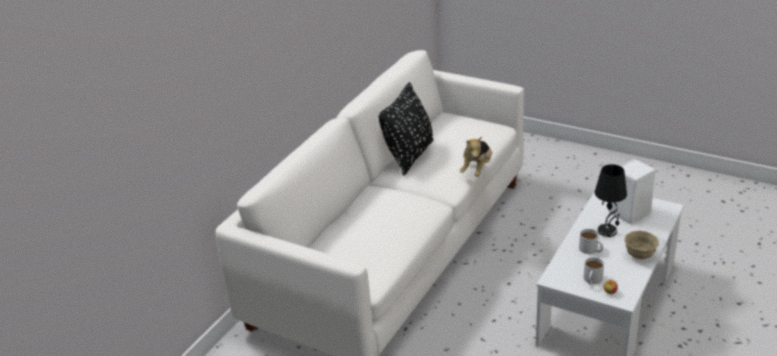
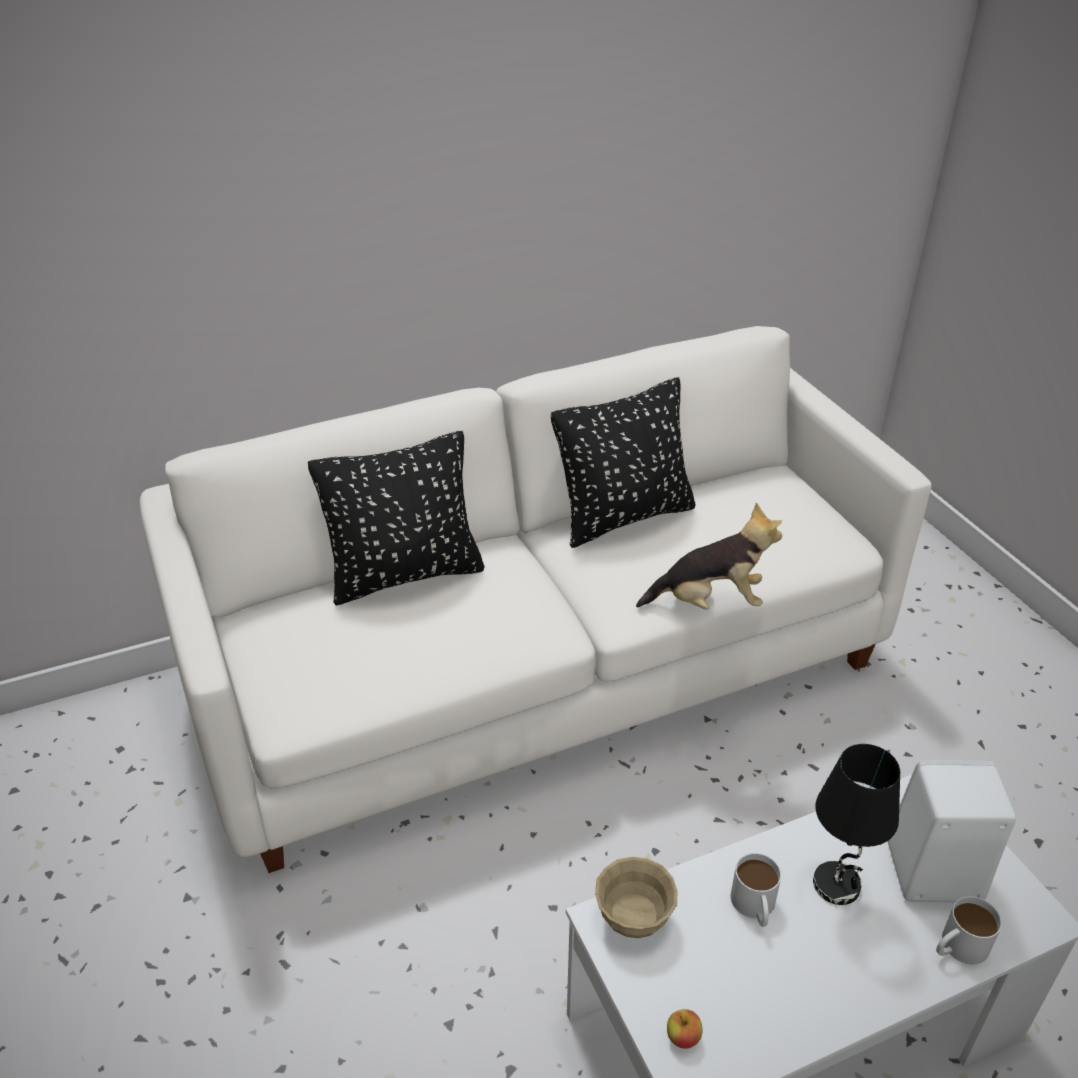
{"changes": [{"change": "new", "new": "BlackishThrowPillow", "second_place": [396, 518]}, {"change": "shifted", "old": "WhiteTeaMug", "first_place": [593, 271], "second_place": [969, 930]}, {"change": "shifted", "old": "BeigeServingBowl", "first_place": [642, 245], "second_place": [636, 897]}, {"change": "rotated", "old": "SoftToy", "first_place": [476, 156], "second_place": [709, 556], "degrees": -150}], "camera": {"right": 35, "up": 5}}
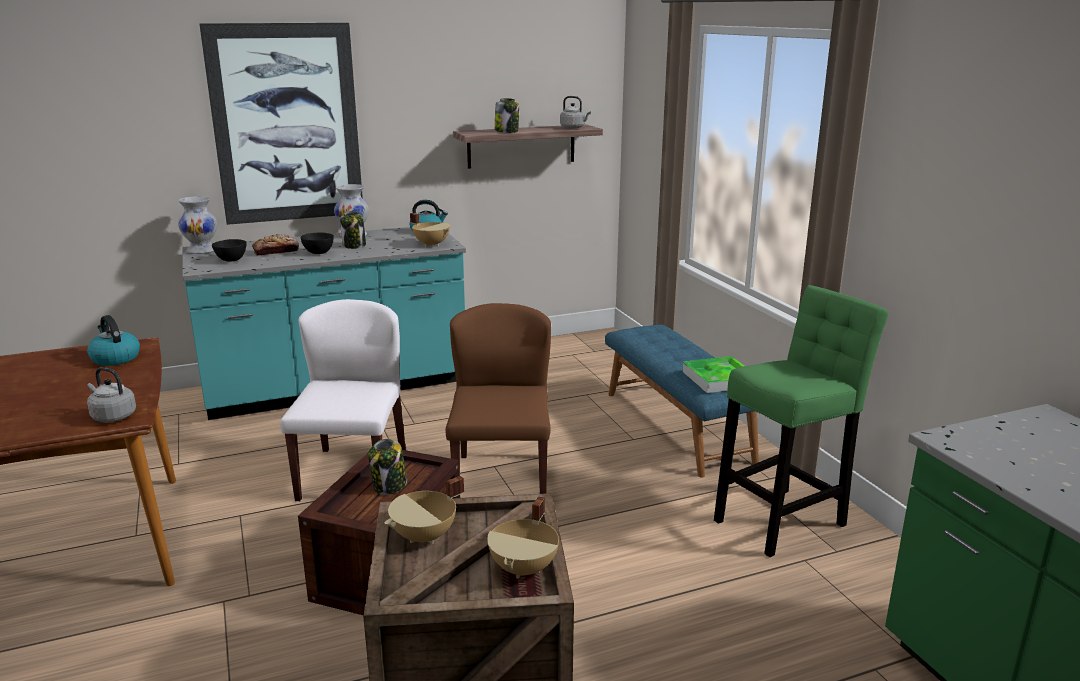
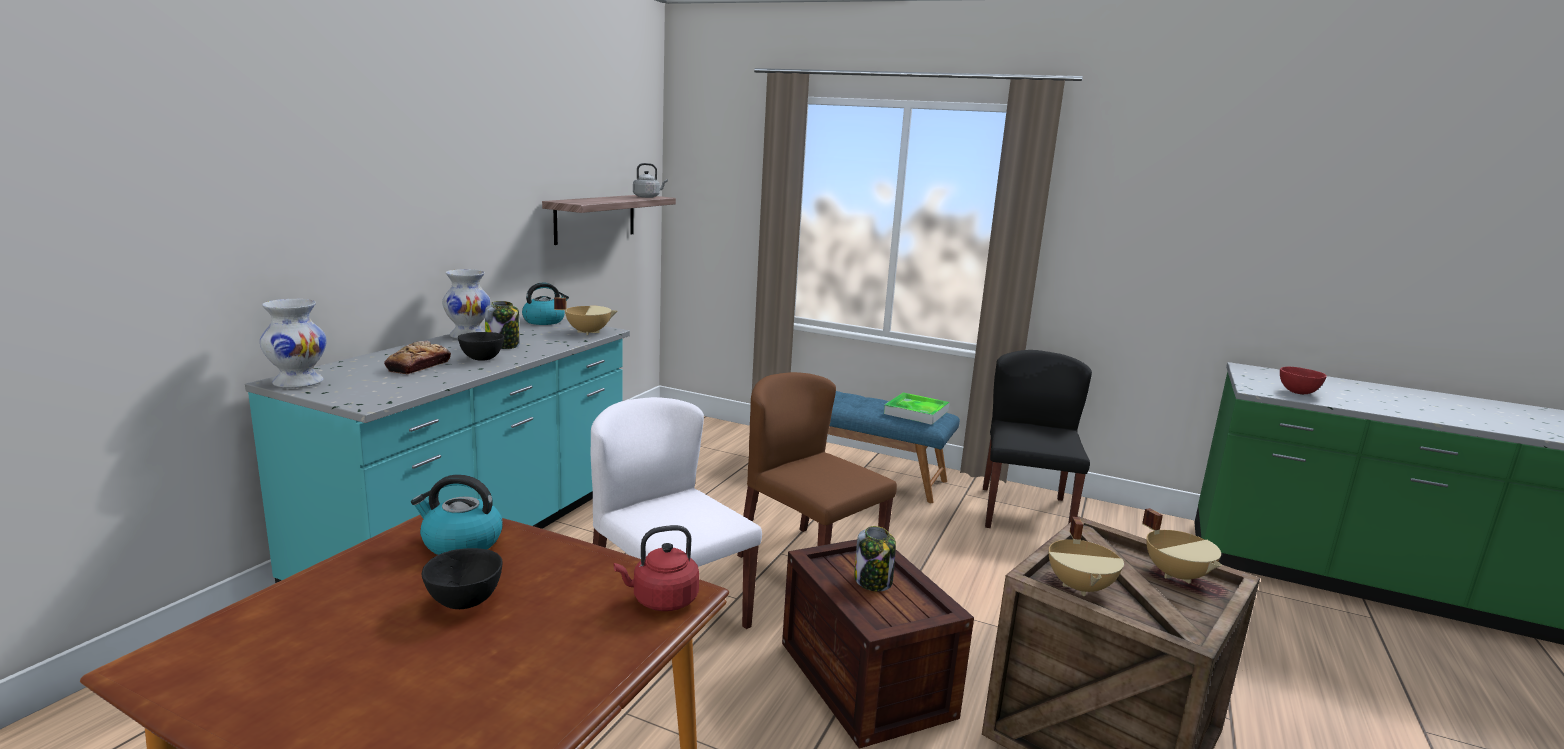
{"changes": [{"change": "gone", "old": "WallPicture", "first_place": [281, 124]}, {"change": "gone", "old": "Jar", "first_place": [507, 115]}, {"change": "new", "new": "RedColouredServingBowl", "second_place": [1303, 380]}, {"change": "shifted", "old": "BlackishServingBowl", "first_place": [229, 250], "second_place": [462, 578]}, {"change": "swapped", "old": "GreenColouredStoolSeat", "new": "BlackishUprightChair", "first_place": [801, 421], "second_place": [1037, 439]}, {"change": "repainted", "old": "GrayKettle", "new": "RedColouredKettle", "first_place": [111, 394], "second_place": [656, 568]}], "camera": {"right": -45, "up": -5}}
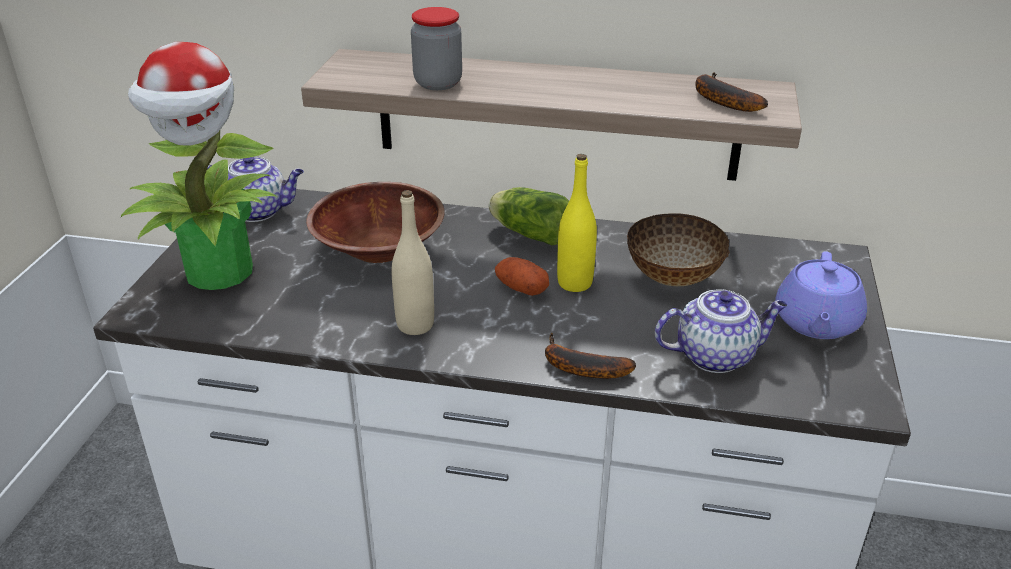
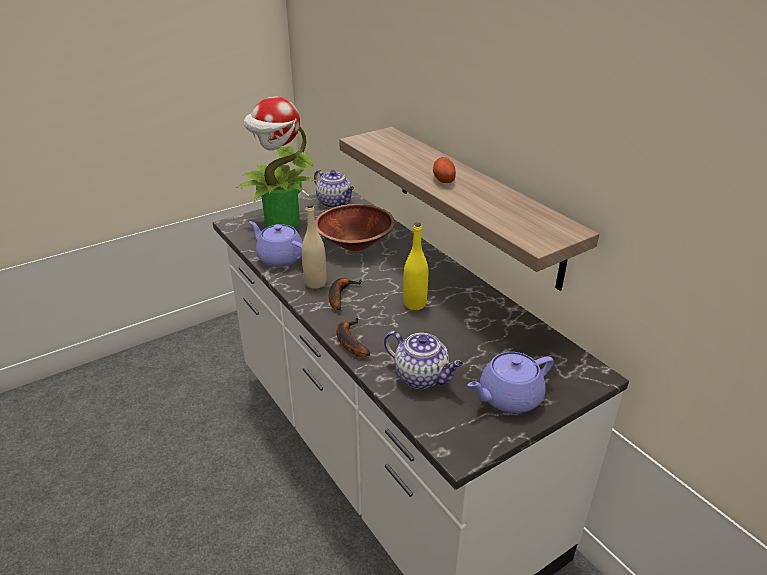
{"changes": [{"change": "gone", "old": "Jar", "first_place": [436, 48]}, {"change": "gone", "old": "LettuceHead", "first_place": [528, 216]}, {"change": "gone", "old": "ServingBowl", "first_place": [678, 249]}, {"change": "new", "new": "PurpleColouredPotForTea", "second_place": [276, 244]}, {"change": "shifted", "old": "Potato", "first_place": [522, 276], "second_place": [444, 170]}, {"change": "shifted", "old": "BananaFruit", "first_place": [731, 92], "second_place": [345, 294]}], "camera": {"right": 45, "up": 0}}
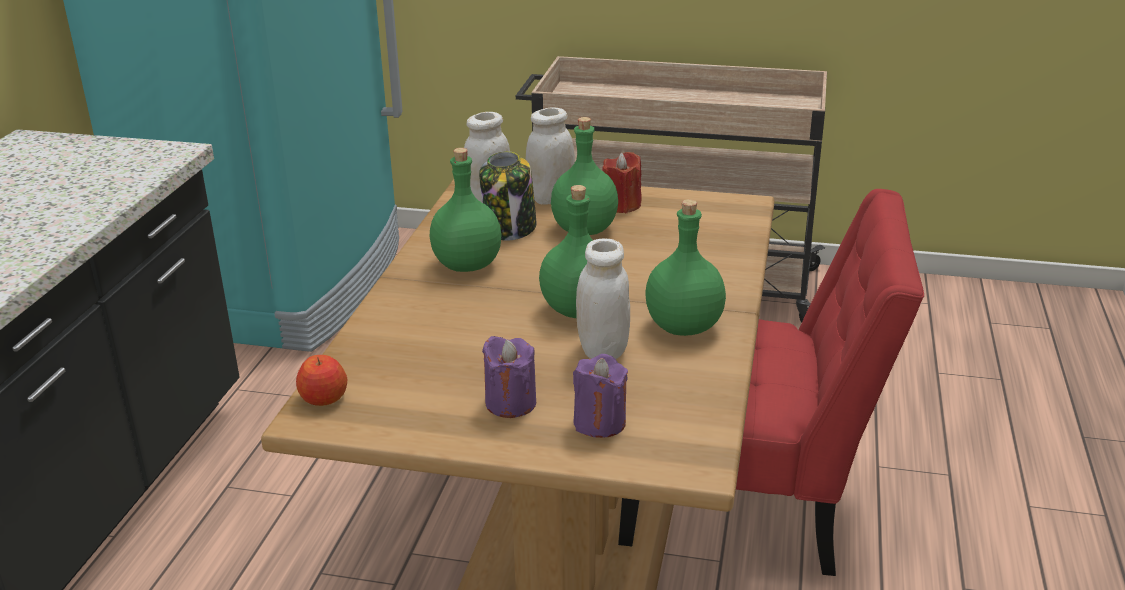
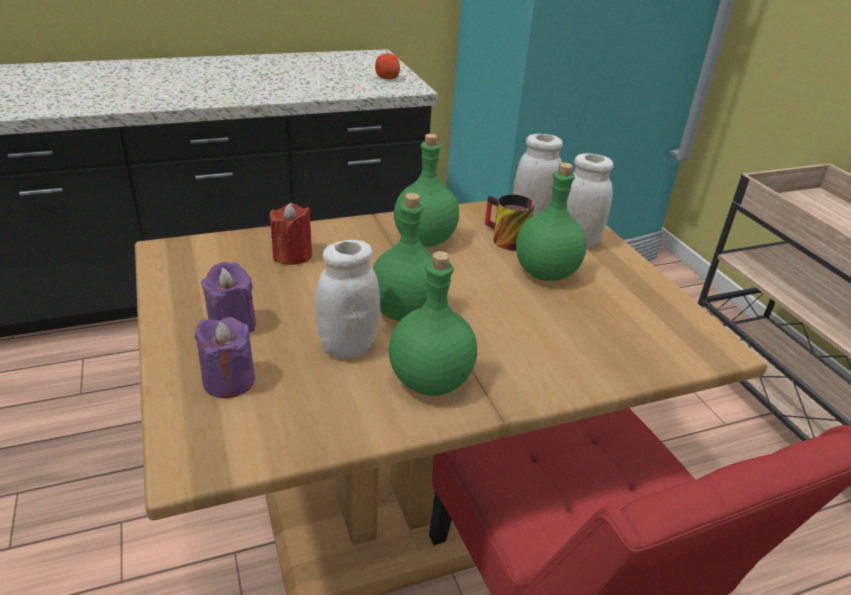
{"changes": [{"change": "shifted", "old": "WholeApple", "first_place": [321, 380], "second_place": [387, 66]}, {"change": "shifted", "old": "RedColouredWaxCandle", "first_place": [622, 182], "second_place": [291, 234]}, {"change": "swapped", "old": "Jar", "new": "TeaMug", "first_place": [507, 196], "second_place": [509, 222]}], "camera": {"right": 55, "up": 5}}
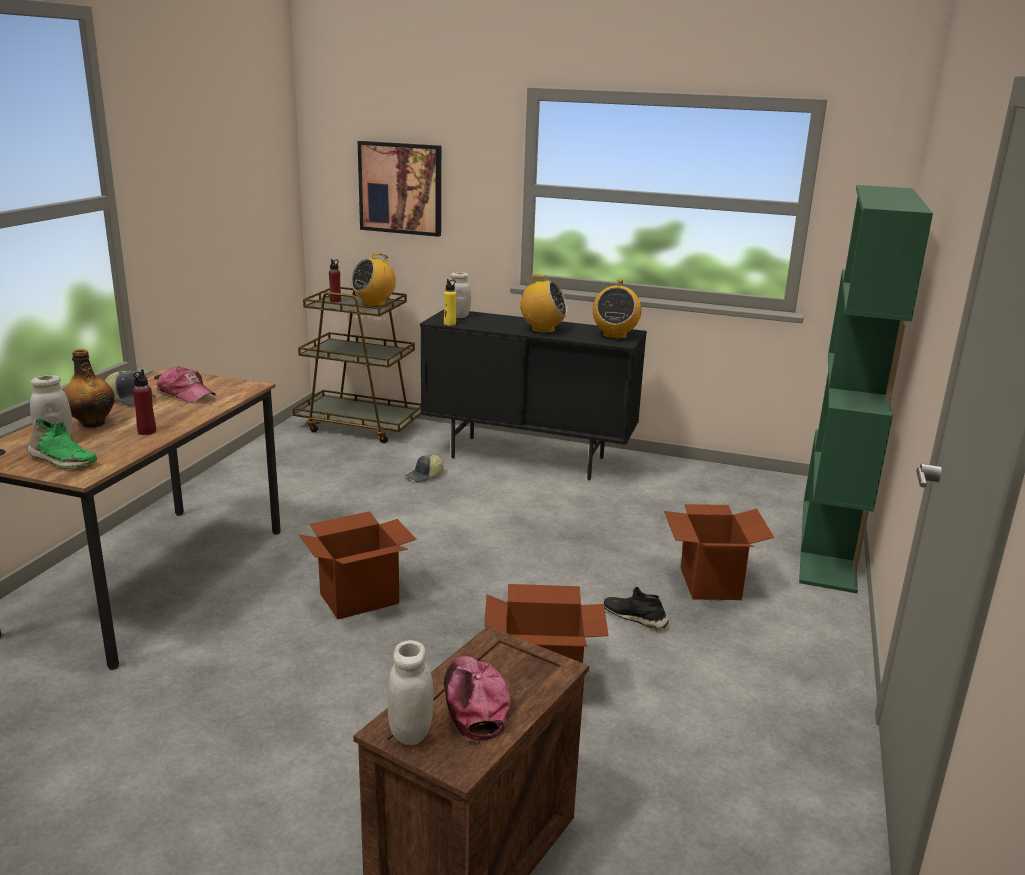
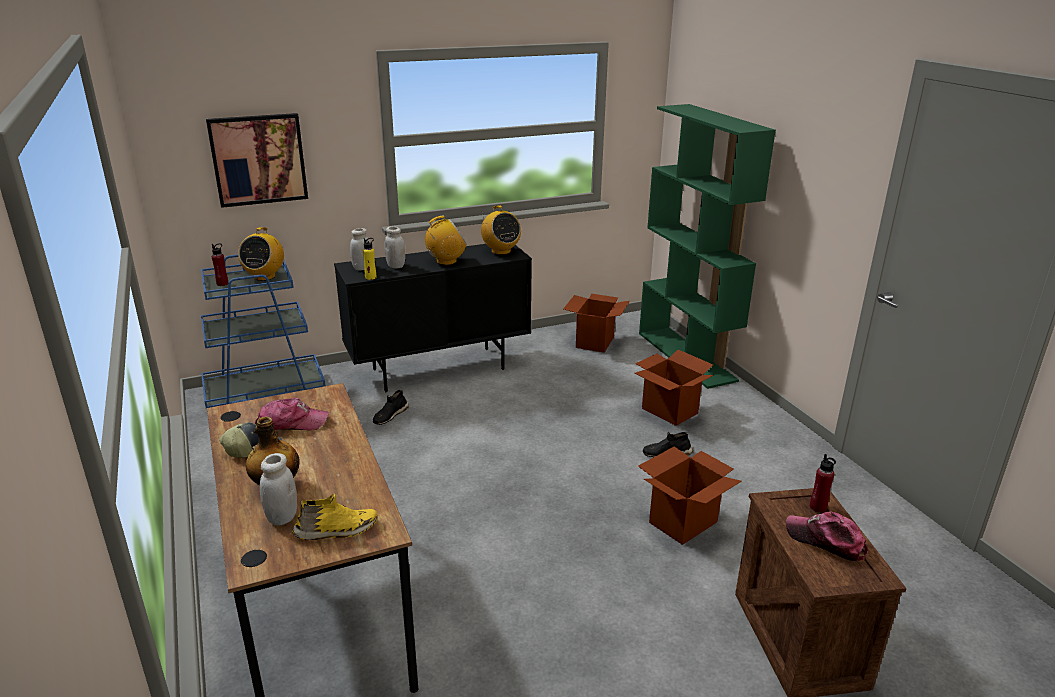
{"changes": [{"change": "shifted", "old": "RedColouredBottle", "first_place": [144, 402], "second_place": [823, 483]}, {"change": "shifted", "old": "PackingBox", "first_place": [358, 565], "second_place": [596, 323]}, {"change": "shifted", "old": "WhiteJar", "first_place": [411, 692], "second_place": [395, 247]}, {"change": "swapped", "old": "PeakedCap", "new": "BlackishLowShoe", "first_place": [424, 468], "second_place": [391, 407]}, {"change": "repainted", "old": "GreenColouredLowShoe", "new": "YellowColouredLowShoe", "first_place": [62, 443], "second_place": [334, 516]}, {"change": "repainted", "old": "BrownColouredTrolley", "new": "BlueTrolley", "first_place": [357, 365], "second_place": [263, 331]}], "camera": {"right": -40, "up": 5}}
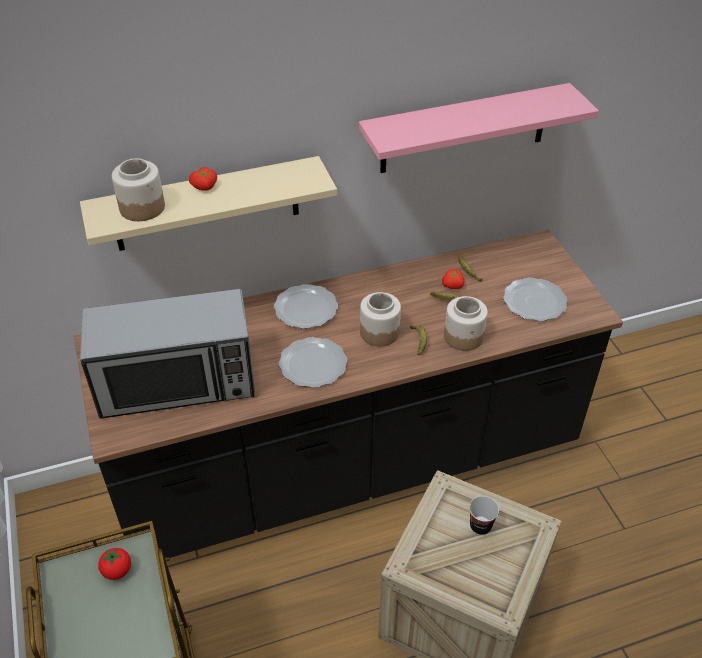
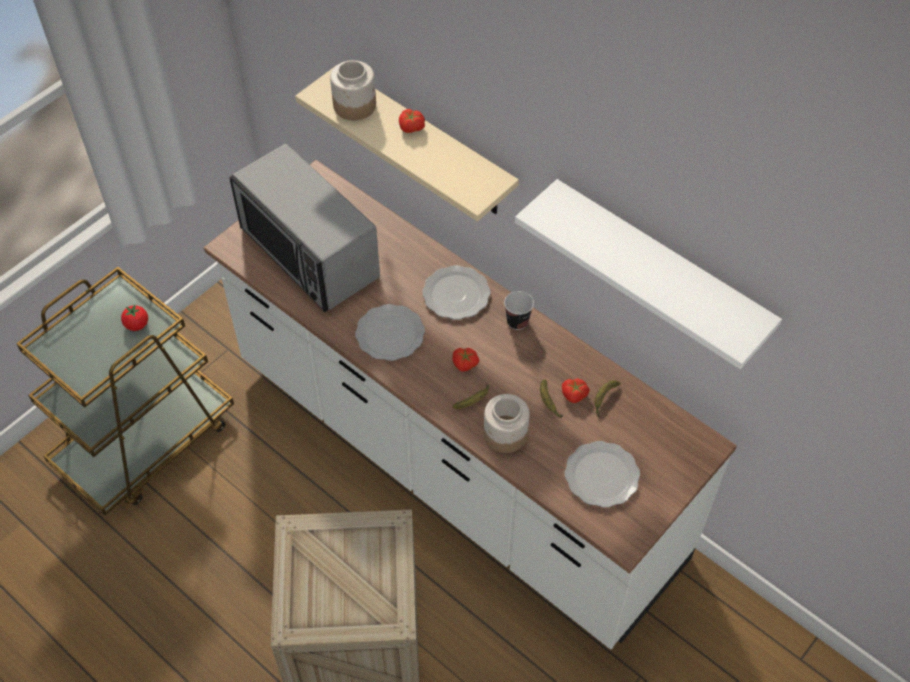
{"changes": [{"change": "shifted", "old": "DrinkingCup", "first_place": [484, 515], "second_place": [519, 310]}, {"change": "swapped", "old": "Jar", "new": "FreshTomato", "first_place": [380, 319], "second_place": [465, 360]}, {"change": "repainted", "old": "BlackishKitchenCounter", "new": "WhiteKitchenCounter", "first_place": [348, 393], "second_place": [470, 405]}, {"change": "repainted", "old": "PinkBracketShelf", "new": "WhiteBracketShelf", "first_place": [479, 128], "second_place": [648, 274]}], "camera": {"right": 60, "up": 10}}
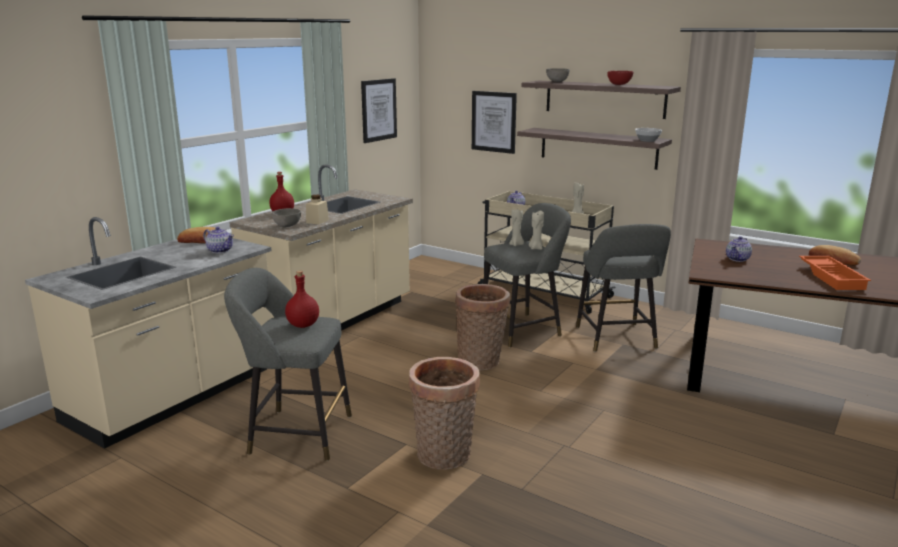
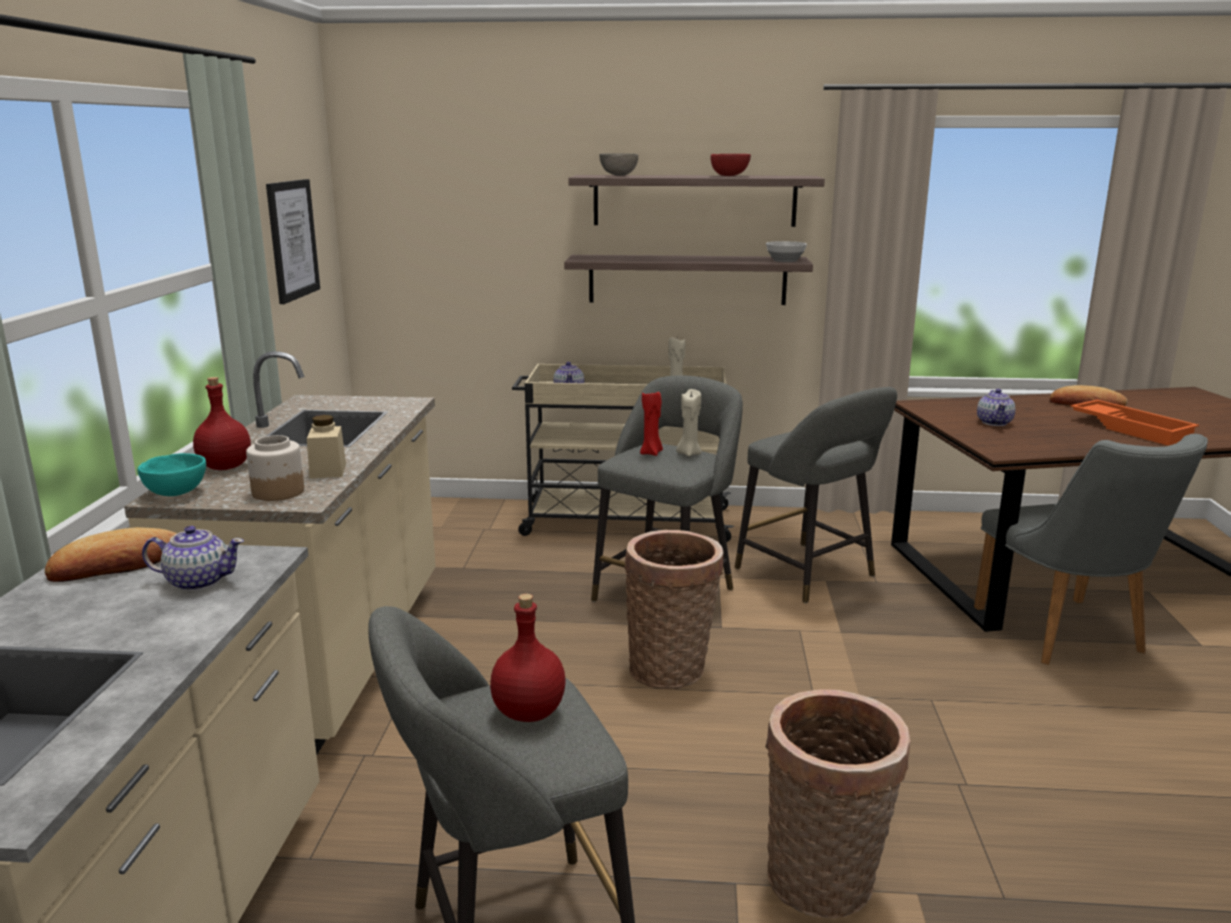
{"changes": [{"change": "gone", "old": "WallPicture", "first_place": [494, 122]}, {"change": "new", "new": "TurquoiseServingBowl", "second_place": [171, 474]}, {"change": "new", "new": "GrayUprightChair", "second_place": [1091, 549]}, {"change": "swapped", "old": "GrayServingBowl", "new": "Jar", "first_place": [286, 217], "second_place": [275, 468]}, {"change": "repainted", "old": "BeigeWaxCandle", "new": "RedColouredWaxCandle", "first_place": [516, 227], "second_place": [651, 423]}], "camera": {"right": -30, "up": 0}}
